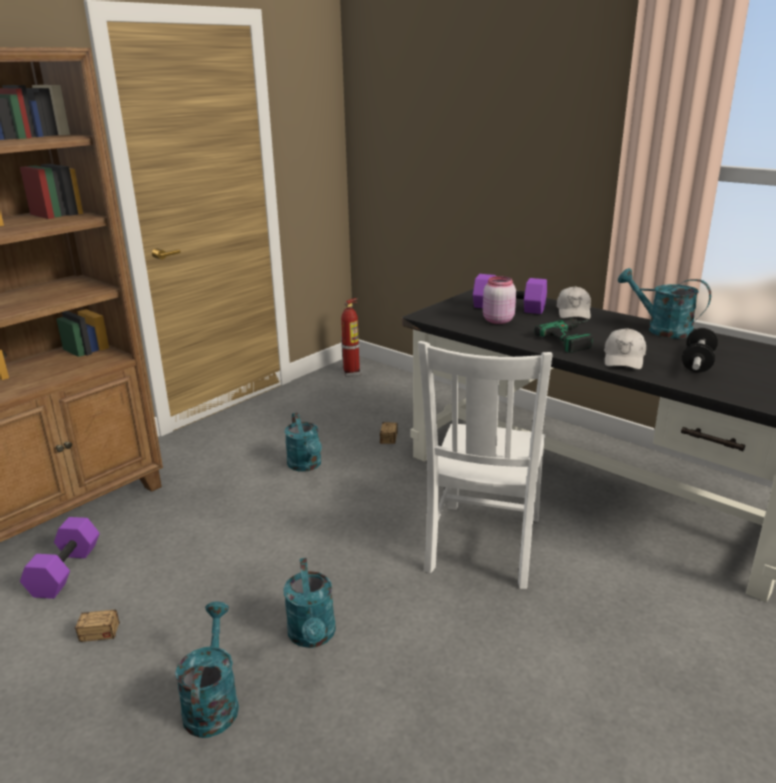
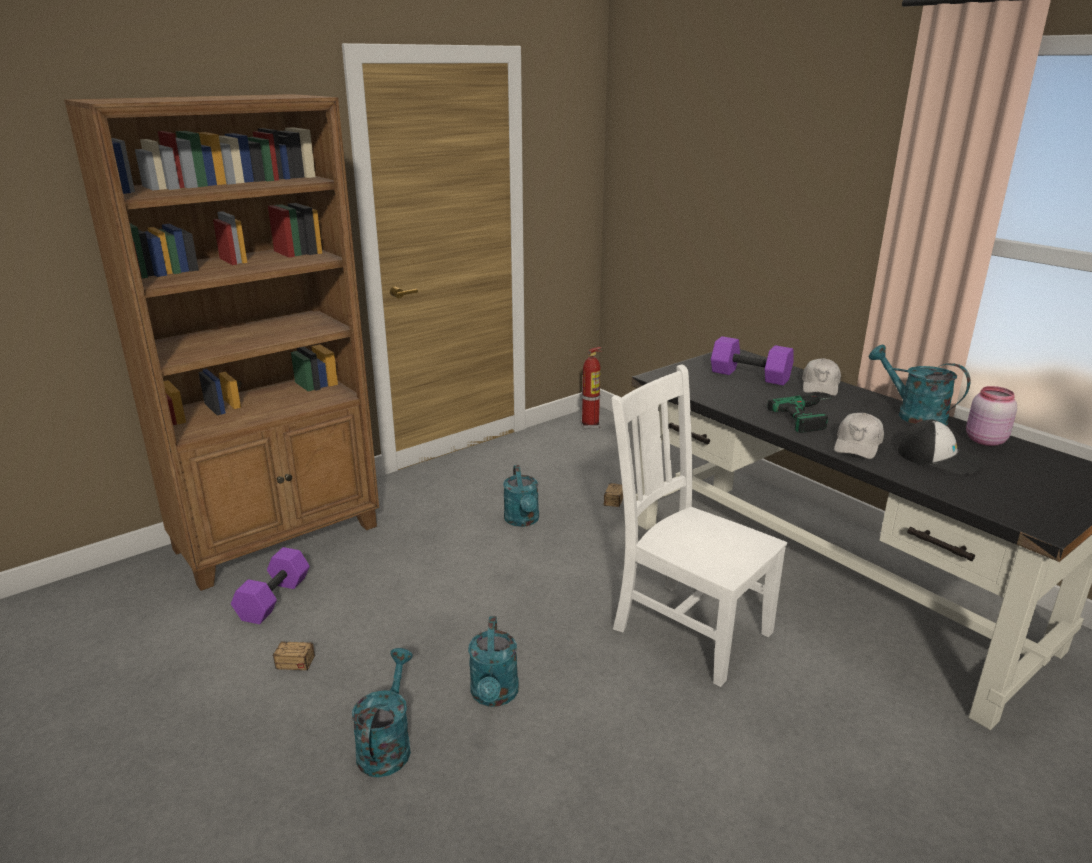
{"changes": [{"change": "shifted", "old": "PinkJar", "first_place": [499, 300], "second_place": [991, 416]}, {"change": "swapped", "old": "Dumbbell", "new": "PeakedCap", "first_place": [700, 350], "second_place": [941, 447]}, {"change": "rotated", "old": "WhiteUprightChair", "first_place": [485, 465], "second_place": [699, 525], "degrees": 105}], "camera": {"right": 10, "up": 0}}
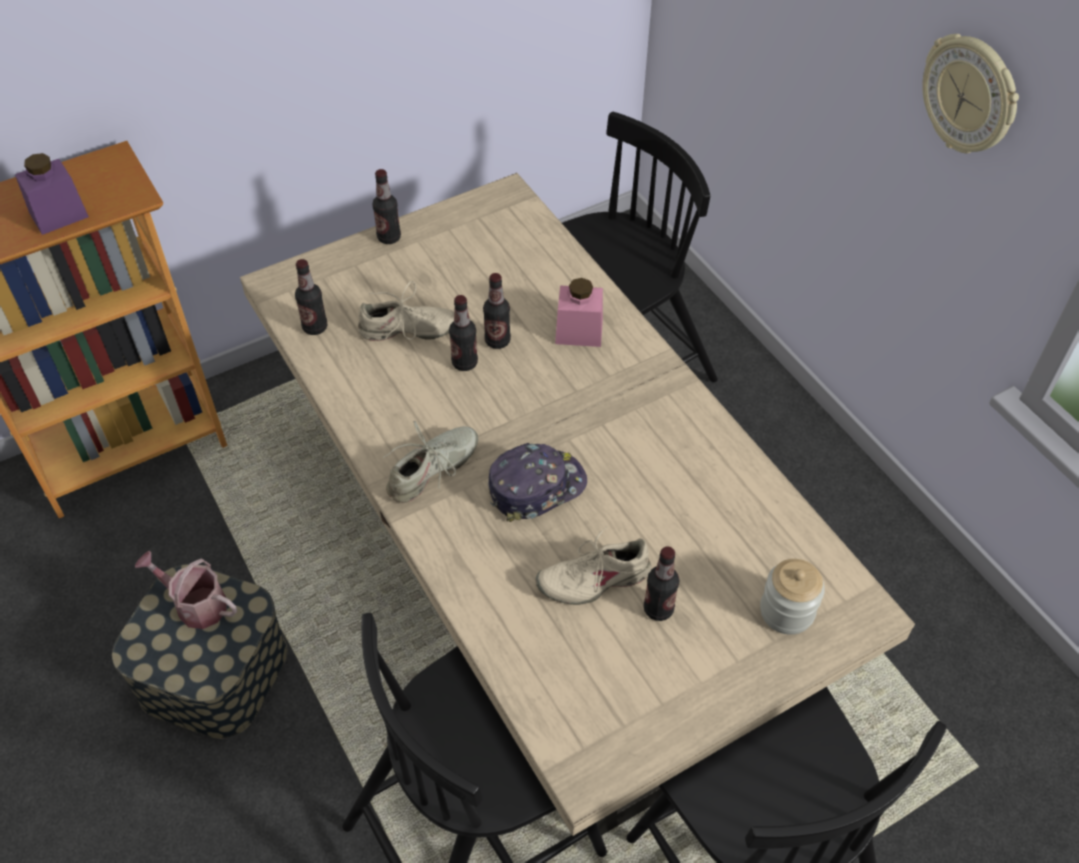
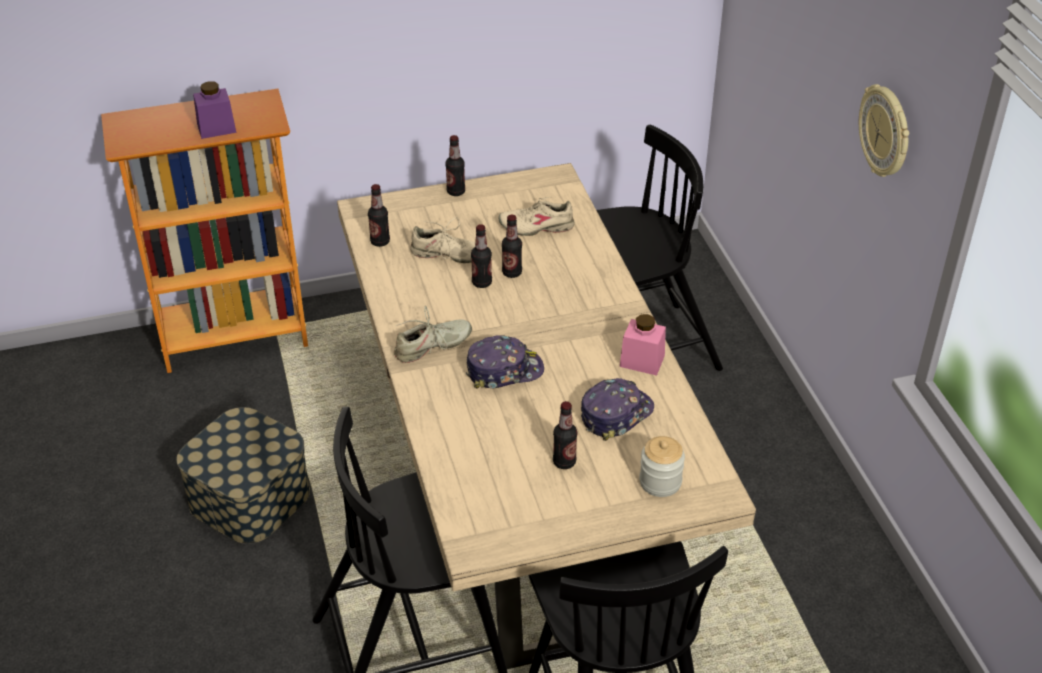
{"changes": [{"change": "gone", "old": "WateringCan", "first_place": [186, 590]}, {"change": "new", "new": "PeakedCap", "second_place": [617, 409]}, {"change": "shifted", "old": "BeigeLowShoe", "first_place": [593, 565], "second_place": [536, 216]}, {"change": "shifted", "old": "PinkJar", "first_place": [579, 312], "second_place": [643, 345]}], "camera": {"right": 15, "up": -10}}
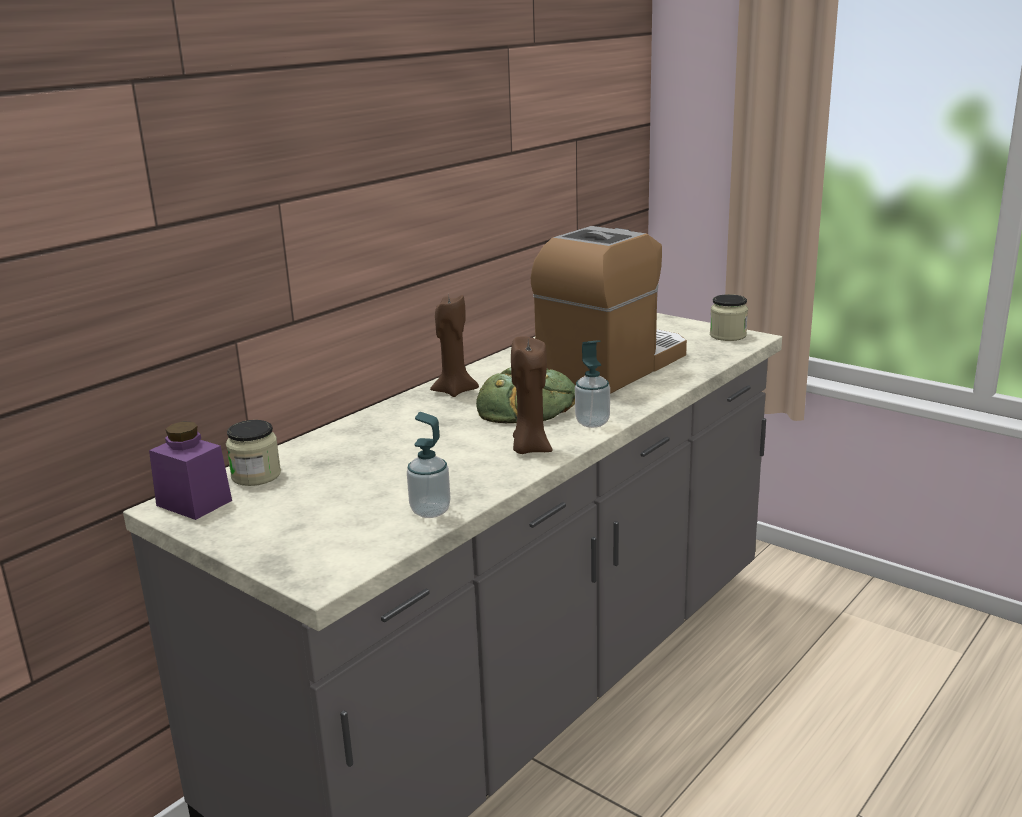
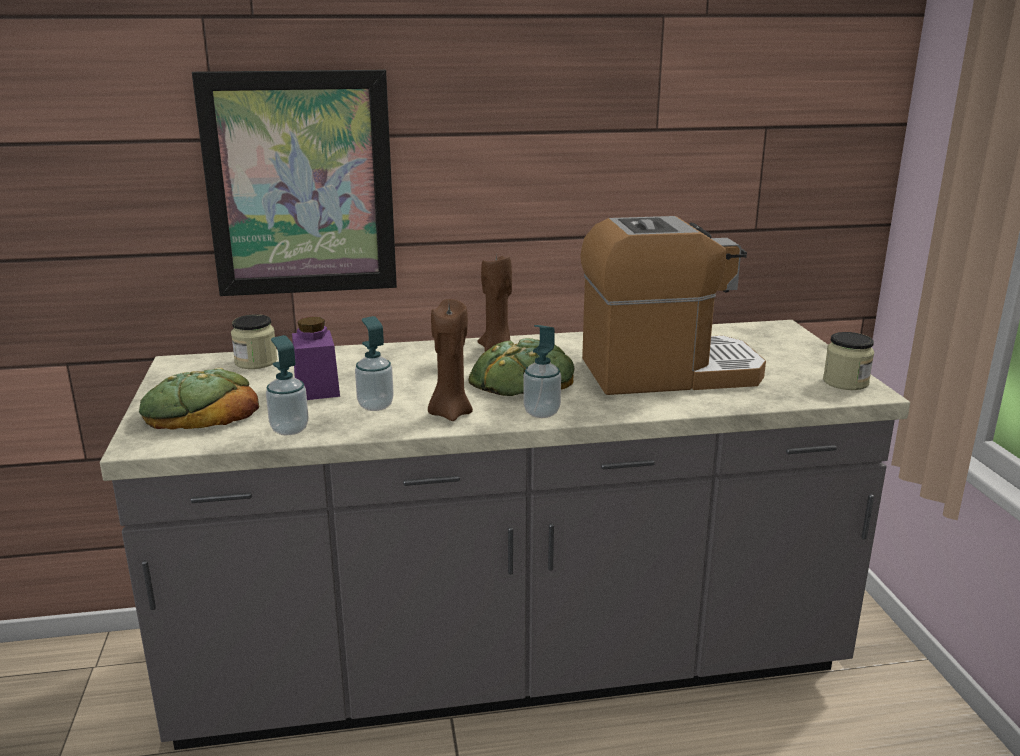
{"changes": [{"change": "new", "new": "BakedBread", "second_place": [199, 399]}, {"change": "new", "new": "WallPicture", "second_place": [294, 183]}, {"change": "new", "new": "SoapDispenser", "second_place": [374, 363]}, {"change": "shifted", "old": "PurpleColouredJar", "first_place": [190, 470], "second_place": [316, 358]}], "camera": {"right": 40, "up": 0}}
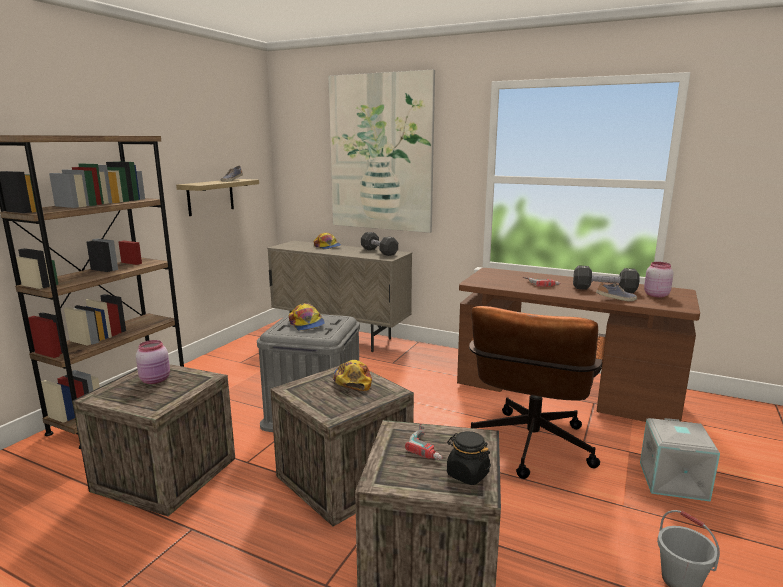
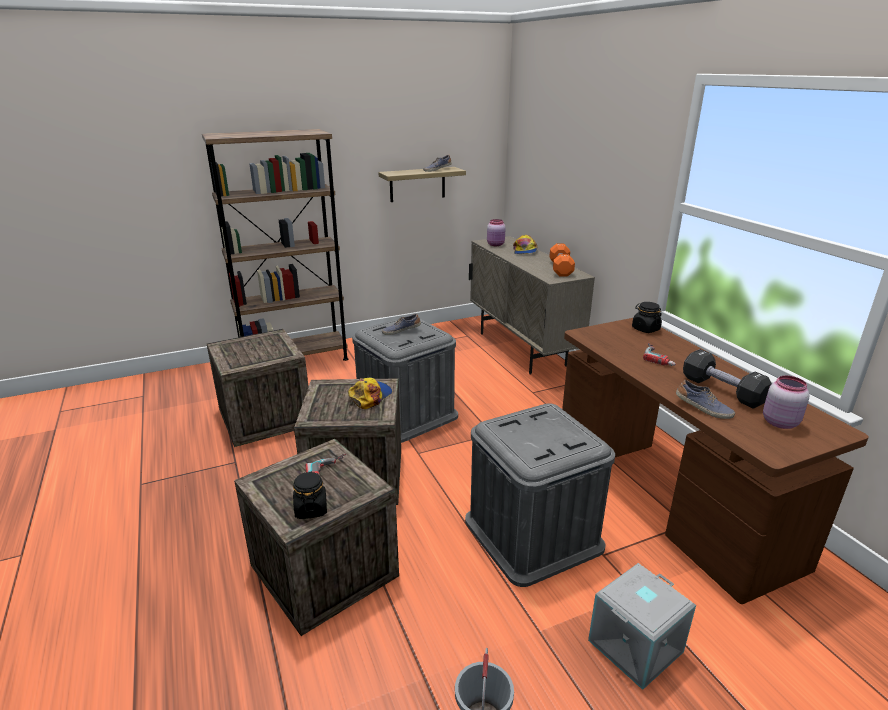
{"changes": [{"change": "gone", "old": "WallPicture", "first_place": [381, 151]}, {"change": "new", "new": "BlackishJar", "second_place": [647, 317]}, {"change": "shifted", "old": "PinkJar", "first_place": [153, 362], "second_place": [496, 232]}, {"change": "swapped", "old": "PeakedCap", "new": "LowShoe", "first_place": [307, 317], "second_place": [401, 324]}, {"change": "swapped", "old": "BrownColouredComputerChair", "new": "GrayStorageBox", "first_place": [537, 392], "second_place": [540, 495]}, {"change": "repainted", "old": "BlackishDumbbell", "new": "OrangeyDumbbell", "first_place": [379, 244], "second_place": [562, 260]}], "camera": {"right": 40, "up": 10}}
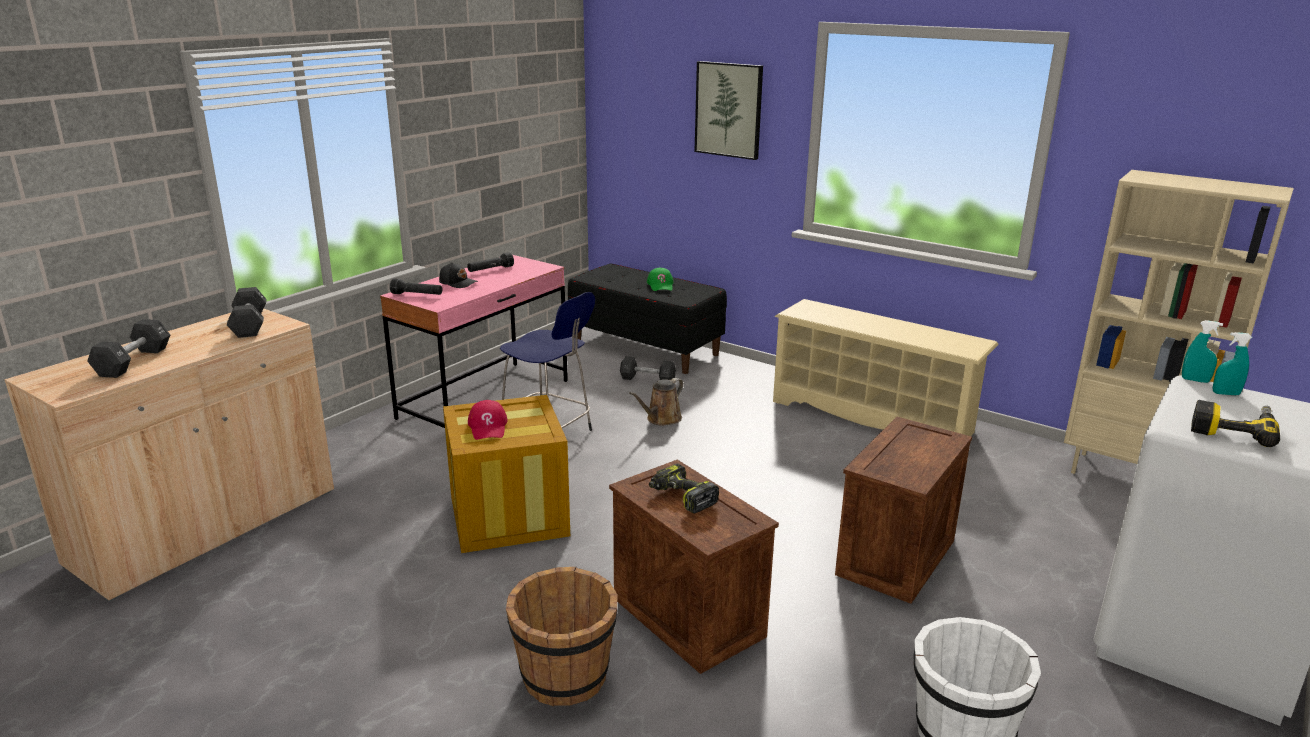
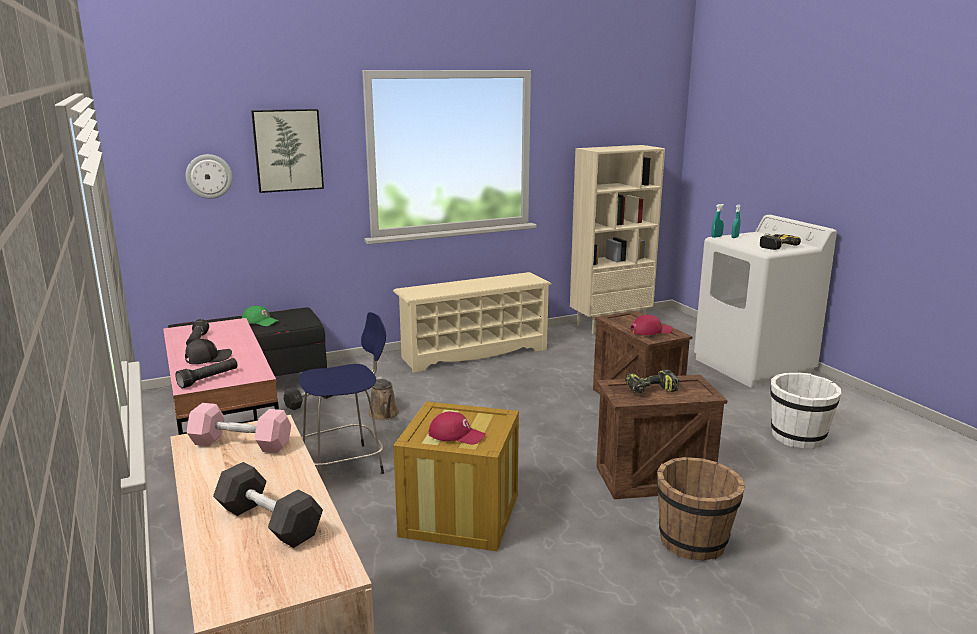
{"changes": [{"change": "new", "new": "ClockOnTheWall", "second_place": [209, 176]}, {"change": "new", "new": "RedColouredPeakedCap", "second_place": [651, 325]}, {"change": "repainted", "old": "BlackishDumbbell", "new": "PinkDumbbell", "first_place": [247, 312], "second_place": [239, 428]}], "camera": {"right": -60, "up": -5}}
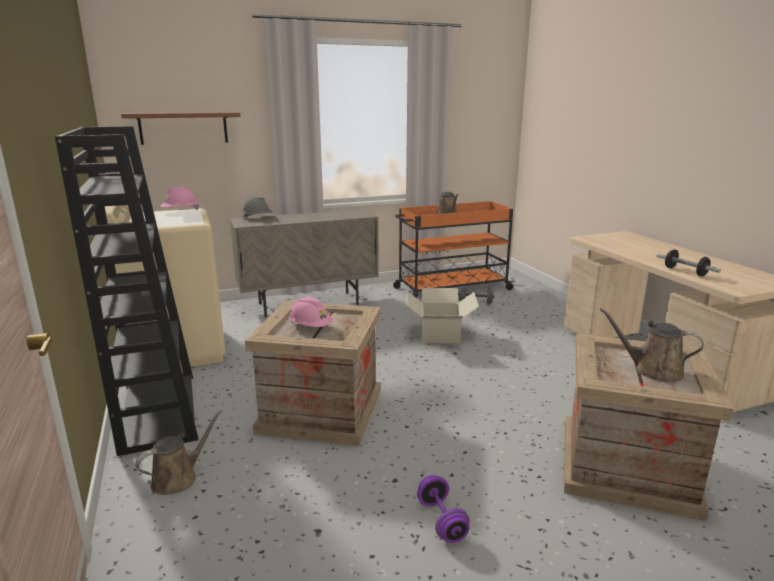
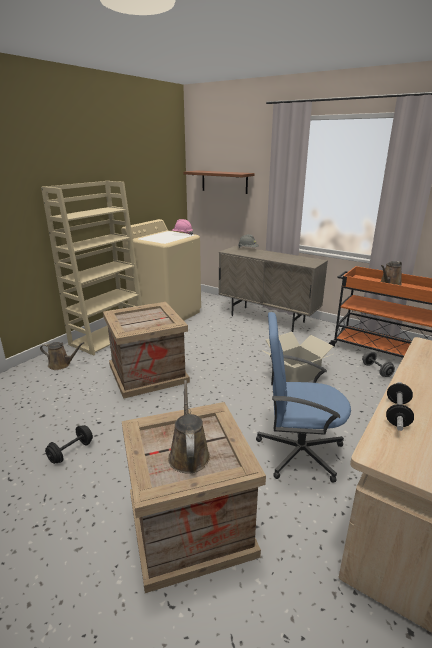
{"changes": [{"change": "gone", "old": "PinkWorkHelmet", "first_place": [311, 311]}, {"change": "new", "new": "BlueComputerChair", "second_place": [303, 397]}, {"change": "repainted", "old": "BlackishBookcase", "new": "BeigeBookcase", "first_place": [126, 291], "second_place": [91, 268]}, {"change": "repainted", "old": "PurpleColouredDumbbell", "new": "BlackishDumbbell", "first_place": [443, 509], "second_place": [69, 444]}], "camera": {"right": 55, "up": 5}}
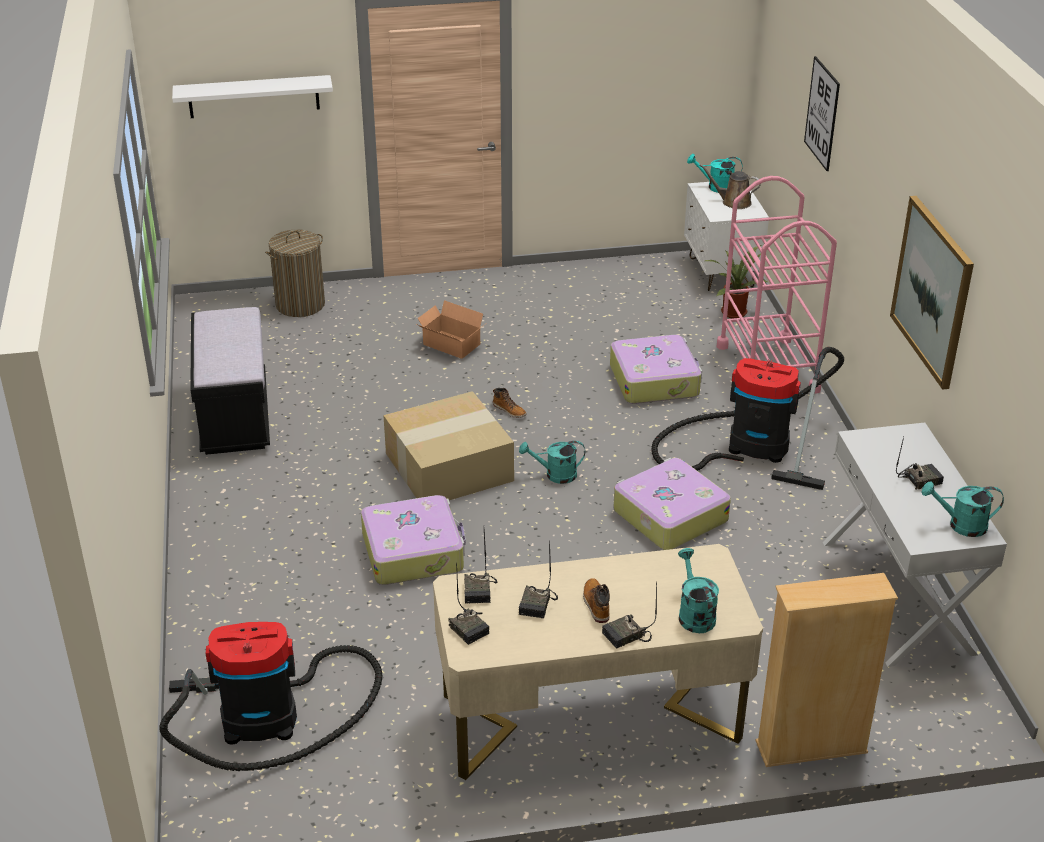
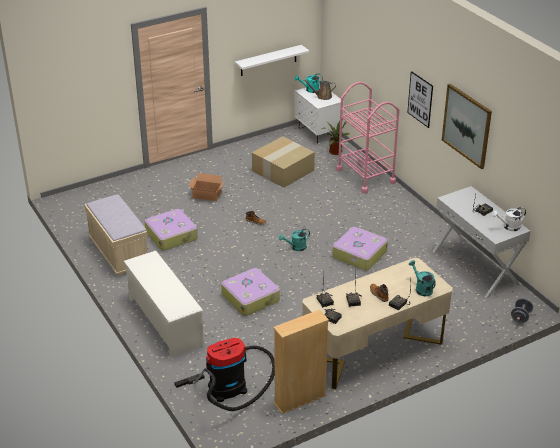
{"changes": [{"change": "gone", "old": "Hamper", "first_place": [295, 273]}, {"change": "gone", "old": "Hoover", "first_place": [747, 418]}, {"change": "new", "new": "WhiteShoeStand", "second_place": [163, 304]}, {"change": "new", "new": "GrayDumbbell", "second_place": [522, 310]}, {"change": "shifted", "old": "WhiteBracketShelf", "first_place": [252, 96], "second_place": [272, 60]}, {"change": "shifted", "old": "PackingBox", "first_place": [448, 445], "second_place": [283, 162]}, {"change": "shifted", "old": "PieceOfLuggage", "first_place": [656, 369], "second_place": [171, 230]}, {"change": "shifted", "old": "BeigeBookcase", "first_place": [826, 670], "second_place": [301, 362]}, {"change": "shifted", "old": "WallPicture", "first_place": [822, 113], "second_place": [420, 99]}, {"change": "repainted", "old": "BlackishLongSeat", "new": "BeigeLongSeat", "first_place": [230, 381], "second_place": [116, 234]}, {"change": "repainted", "old": "TurquoiseWateringCan", "new": "WhiteWateringCan", "first_place": [963, 509], "second_place": [509, 219]}], "camera": {"right": -20, "up": 0}}
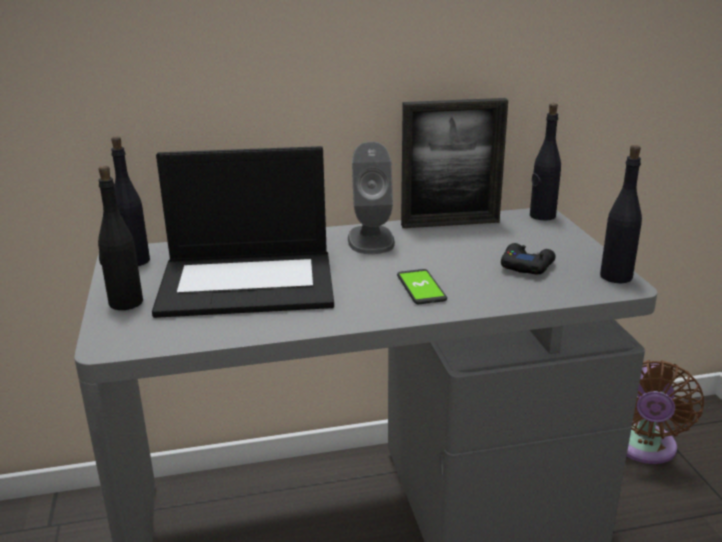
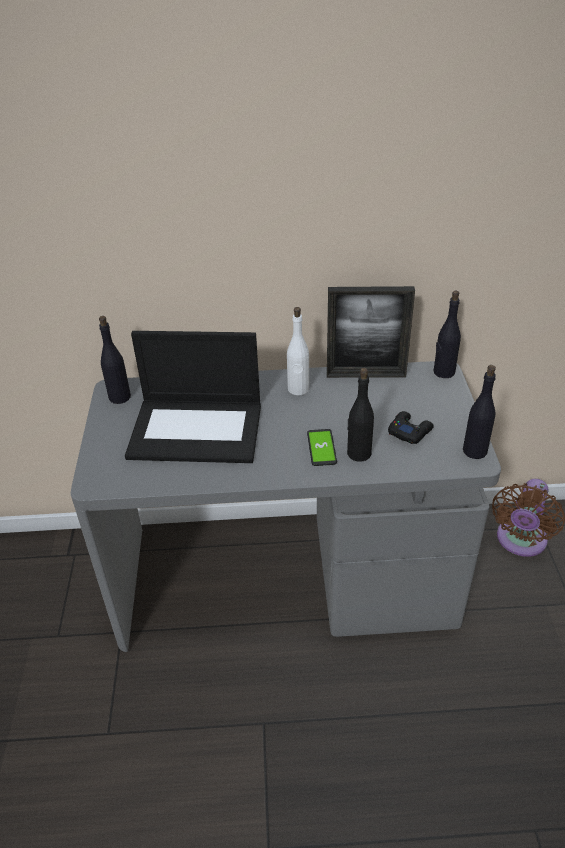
{"changes": [{"change": "shifted", "old": "BlackishBottle", "first_place": [120, 238], "second_place": [360, 415]}, {"change": "swapped", "old": "GraySpeaker", "new": "WhiteBottle", "first_place": [371, 197], "second_place": [298, 351]}], "camera": {"right": 10, "up": 15}}
